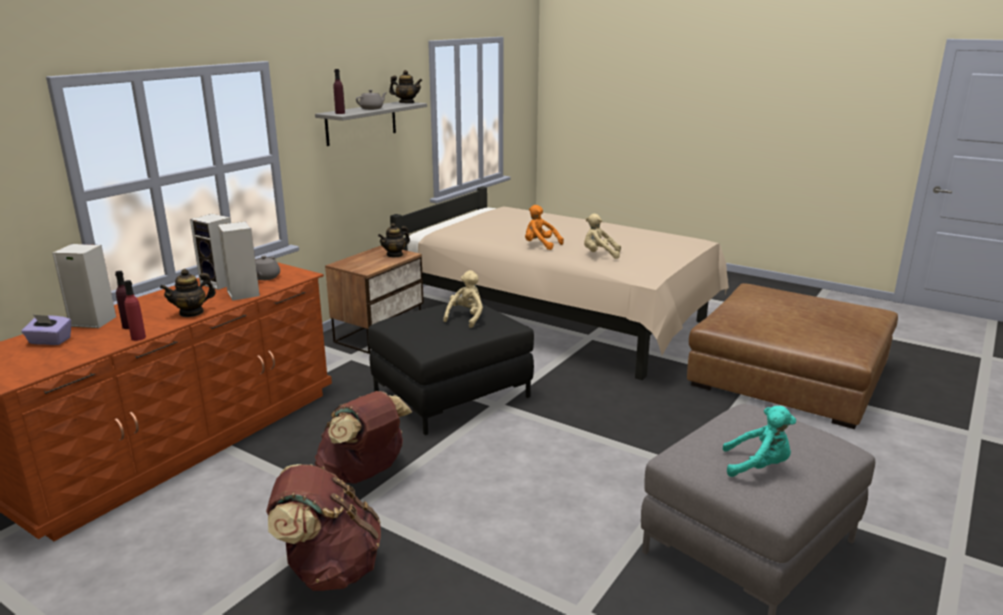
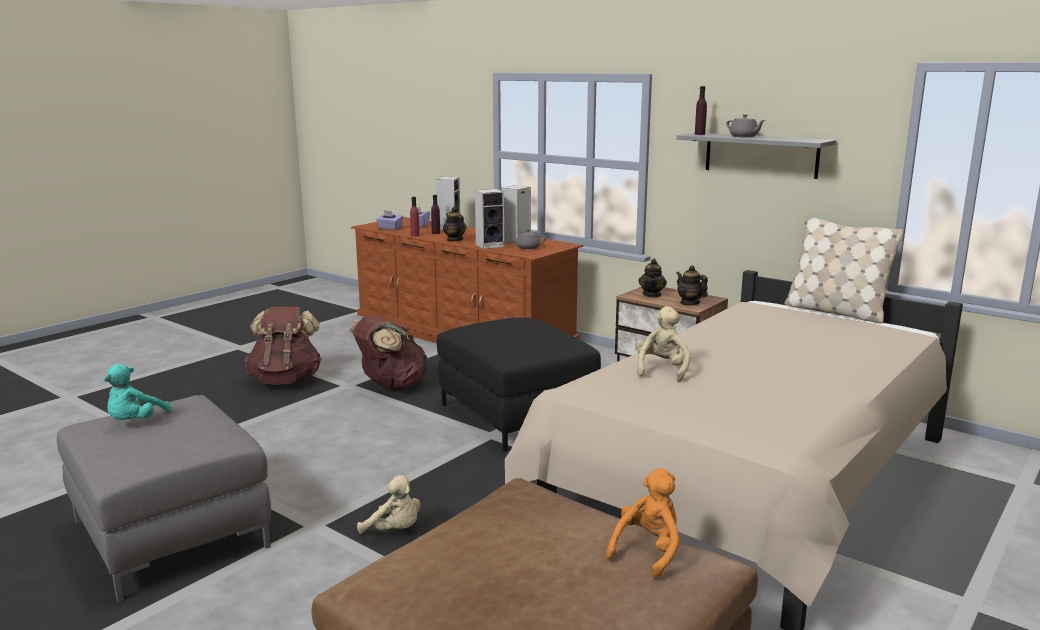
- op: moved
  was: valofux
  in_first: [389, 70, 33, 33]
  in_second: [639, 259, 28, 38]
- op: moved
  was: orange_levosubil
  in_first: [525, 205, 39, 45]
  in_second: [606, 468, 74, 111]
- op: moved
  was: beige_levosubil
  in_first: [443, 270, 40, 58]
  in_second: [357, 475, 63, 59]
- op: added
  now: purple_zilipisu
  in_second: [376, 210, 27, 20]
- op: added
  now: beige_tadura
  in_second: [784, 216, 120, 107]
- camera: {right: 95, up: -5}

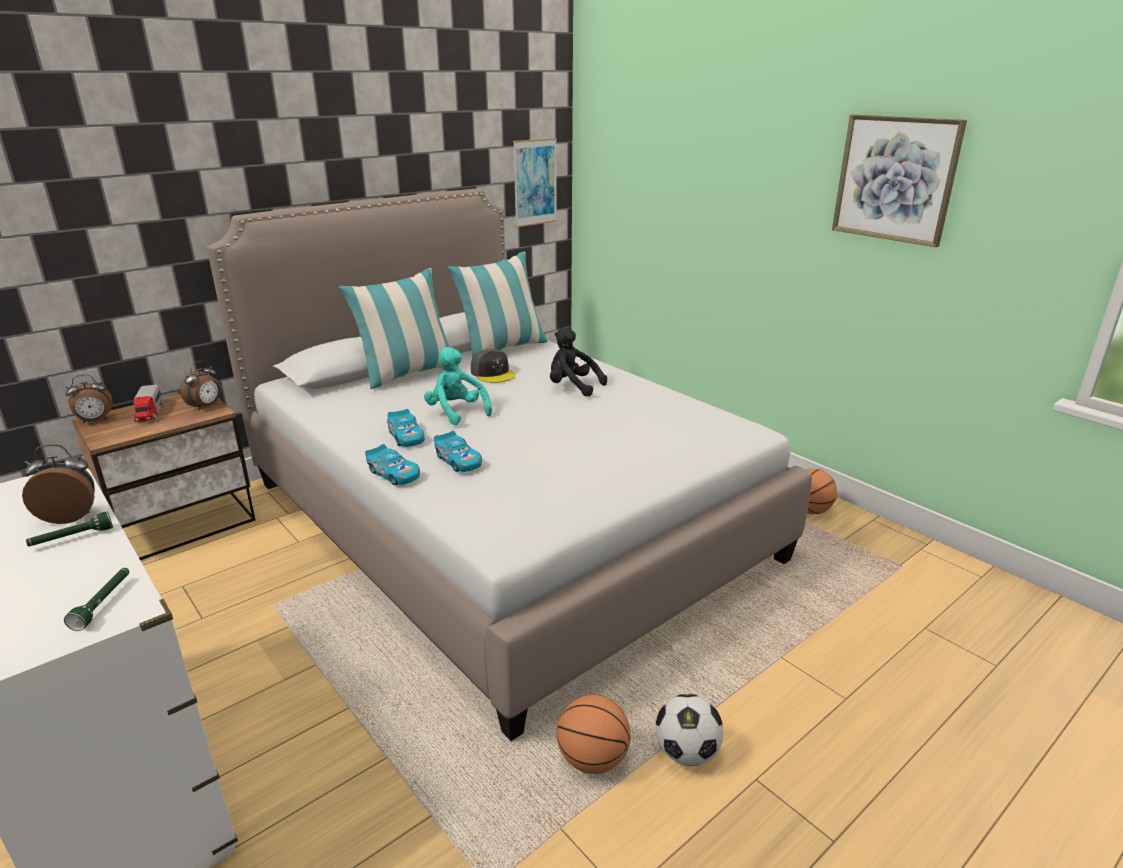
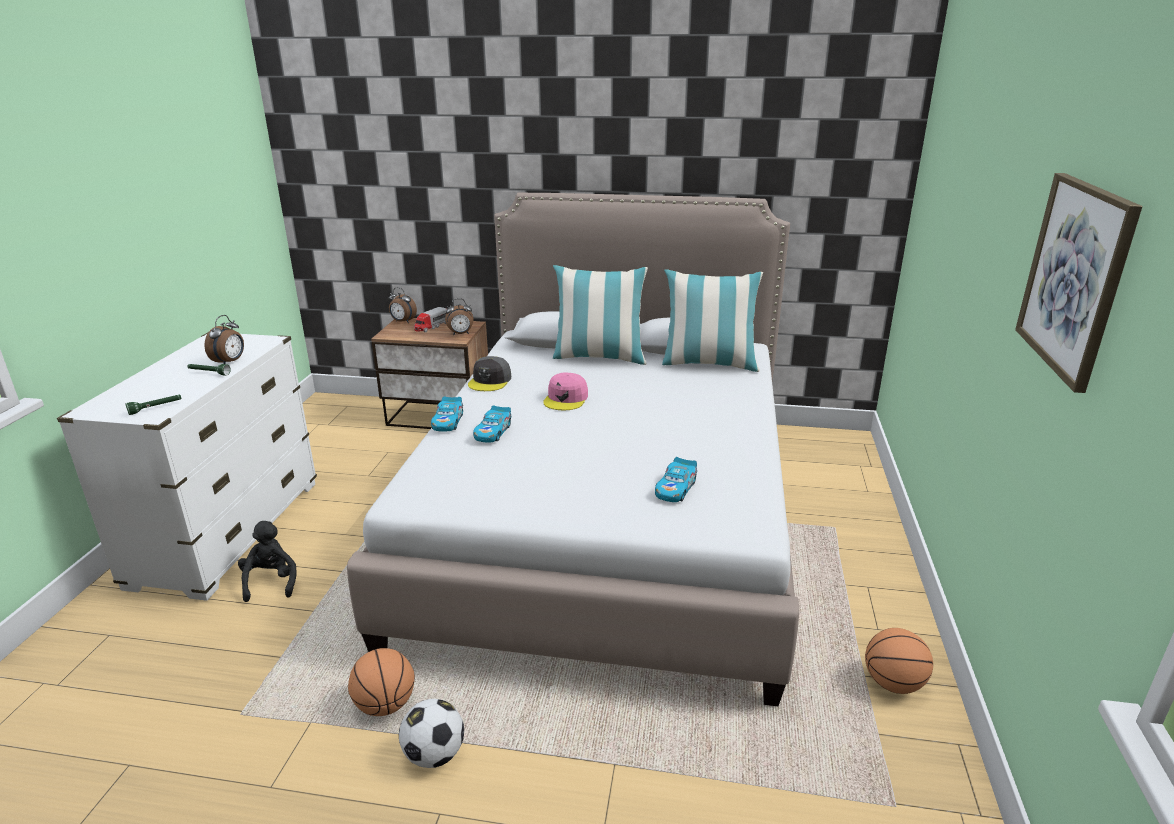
- op: removed
  was: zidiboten
  in_first: [513, 138, 44, 90]
- op: moved
  was: black_levosubil
  in_first: [550, 327, 57, 69]
  in_second: [238, 521, 58, 81]
- op: replaced
  was: turquoise_levosubil
  now: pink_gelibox
  in_first: [424, 347, 68, 78]
  in_second: [543, 373, 45, 37]
- op: moved
  was: grey_gelibox
  in_first: [471, 349, 44, 34]
  in_second: [468, 356, 43, 35]
- op: moved
  was: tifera
  in_first: [387, 409, 37, 38]
  in_second: [655, 457, 42, 45]
- op: turned
  was: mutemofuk
  in_first: [22, 444, 73, 80]
  in_second: [204, 315, 40, 49]
  clockwise: 75
- camera: {right: 50, up: 0}

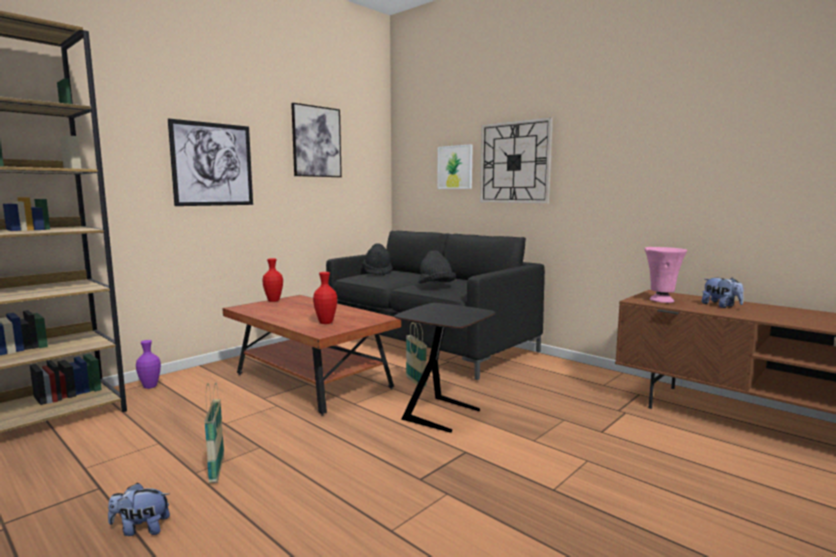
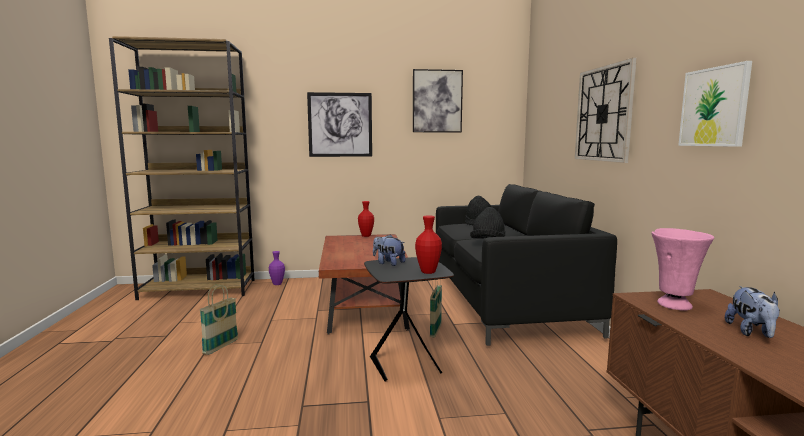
- op: moved
  was: zidiboten
  in_first: [437, 144, 36, 45]
  in_second: [678, 61, 74, 86]
- op: moved
  was: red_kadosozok
  in_first: [313, 272, 24, 52]
  in_second: [415, 215, 27, 59]
- op: moved
  was: levosubil
  in_first: [108, 483, 62, 53]
  in_second: [373, 234, 33, 32]
- camera: {right: 40, up: 0}

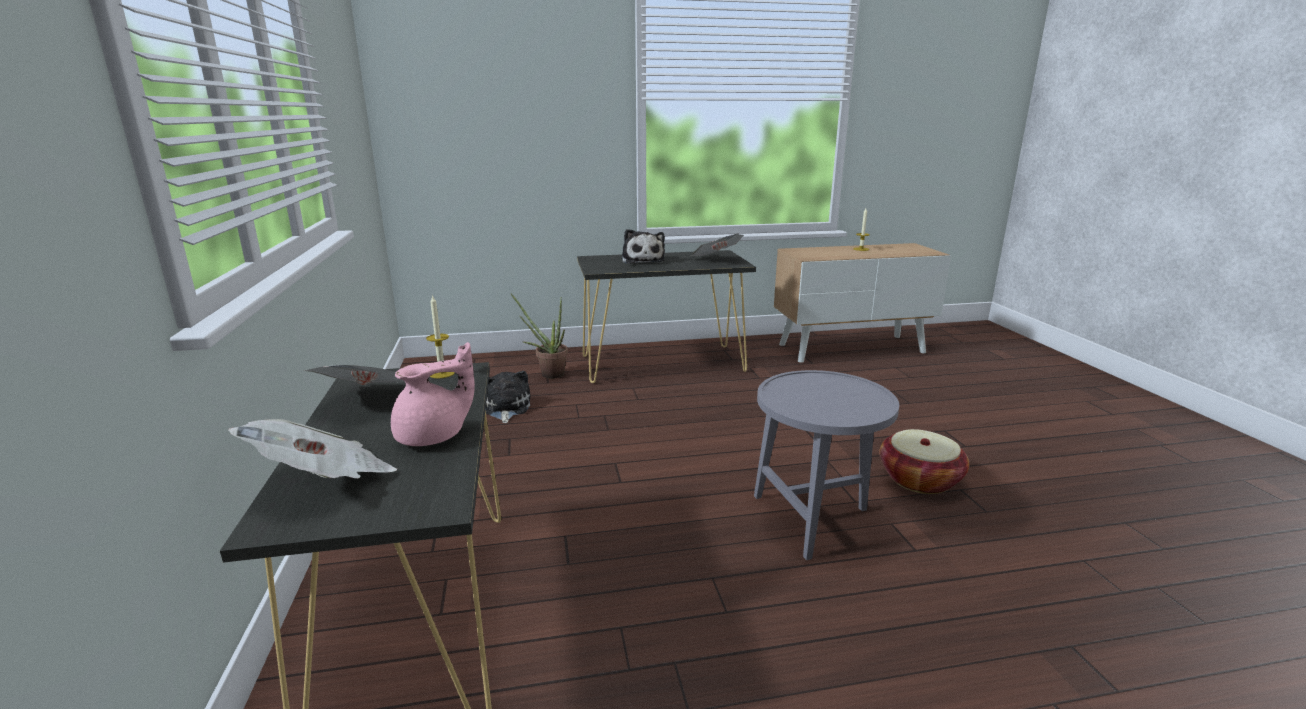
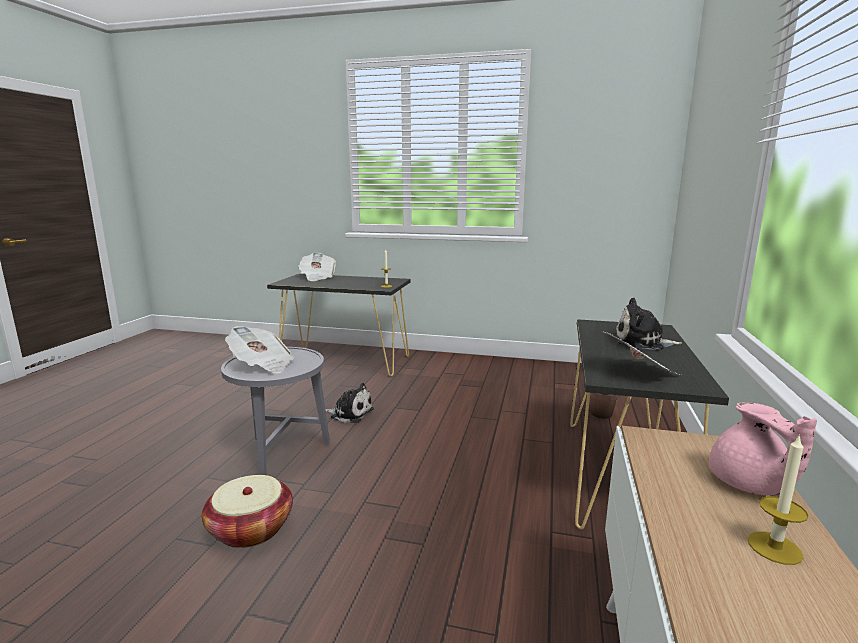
- op: moved
  was: pink_valofux
  in_first: [391, 342, 84, 104]
  in_second: [709, 402, 108, 94]
- op: moved
  was: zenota
  in_first: [305, 365, 100, 20]
  in_second: [225, 326, 69, 48]
- op: moved
  was: levosubil
  in_first: [485, 371, 45, 52]
  in_second: [326, 383, 48, 40]
- camera: {right: 115, up: -5}

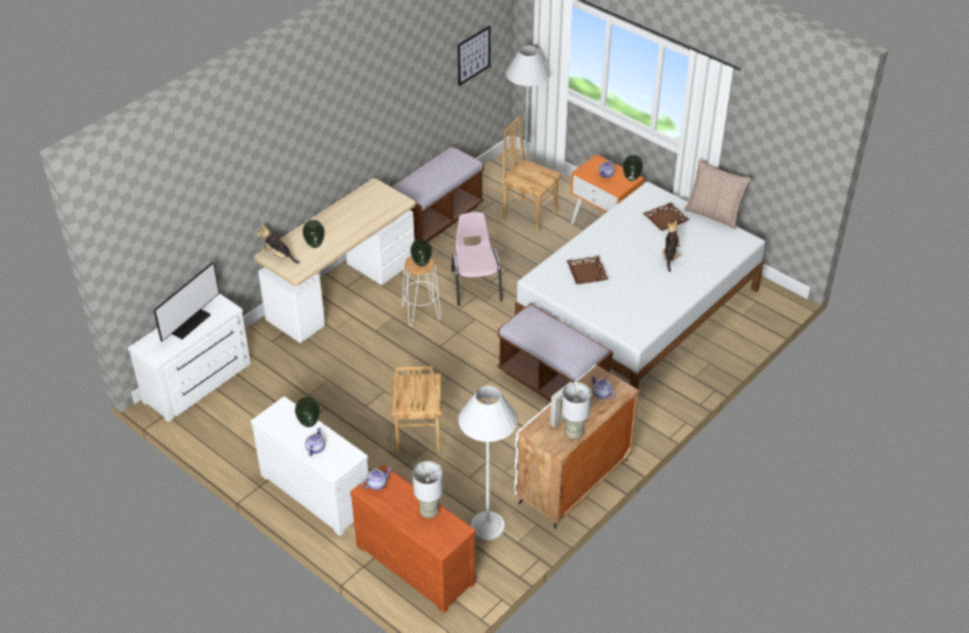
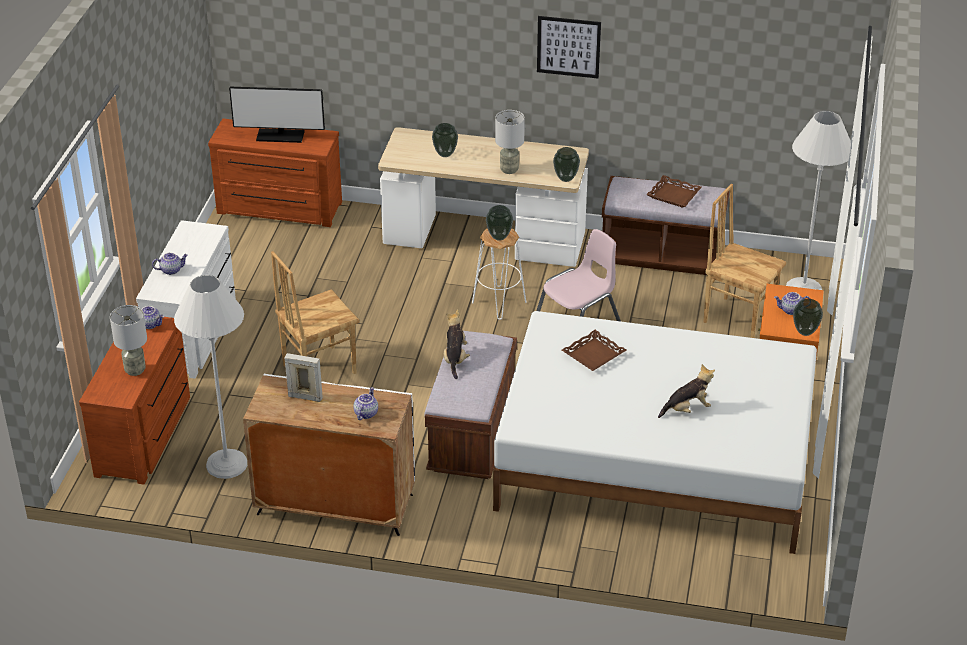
- op: moved
  was: zidiboten
  in_first: [458, 25, 33, 61]
  in_second: [537, 16, 64, 62]
- op: turned
  was: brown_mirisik
  in_first: [502, 116, 60, 116]
  in_second: [703, 184, 83, 154]
  clockwise: -60
- op: removed
  was: tadura
  in_first: [684, 160, 67, 69]
- op: moved
  was: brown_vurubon
  in_first: [643, 202, 47, 29]
  in_second: [646, 175, 56, 33]
- op: moved
  was: levosubil
  in_first: [257, 224, 42, 40]
  in_second: [444, 309, 26, 70]
- op: recoloured
  was: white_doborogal
  now: brown_doborogal
  in_first: [128, 294, 123, 128]
  in_second: [208, 119, 134, 108]
- op: moved
  was: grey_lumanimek
  in_first: [561, 382, 30, 58]
  in_second: [495, 110, 30, 64]
- op: moved
  was: kadosozok
  in_first: [295, 397, 25, 30]
  in_second: [553, 147, 27, 35]
- camera: {right: 60, up: -5}

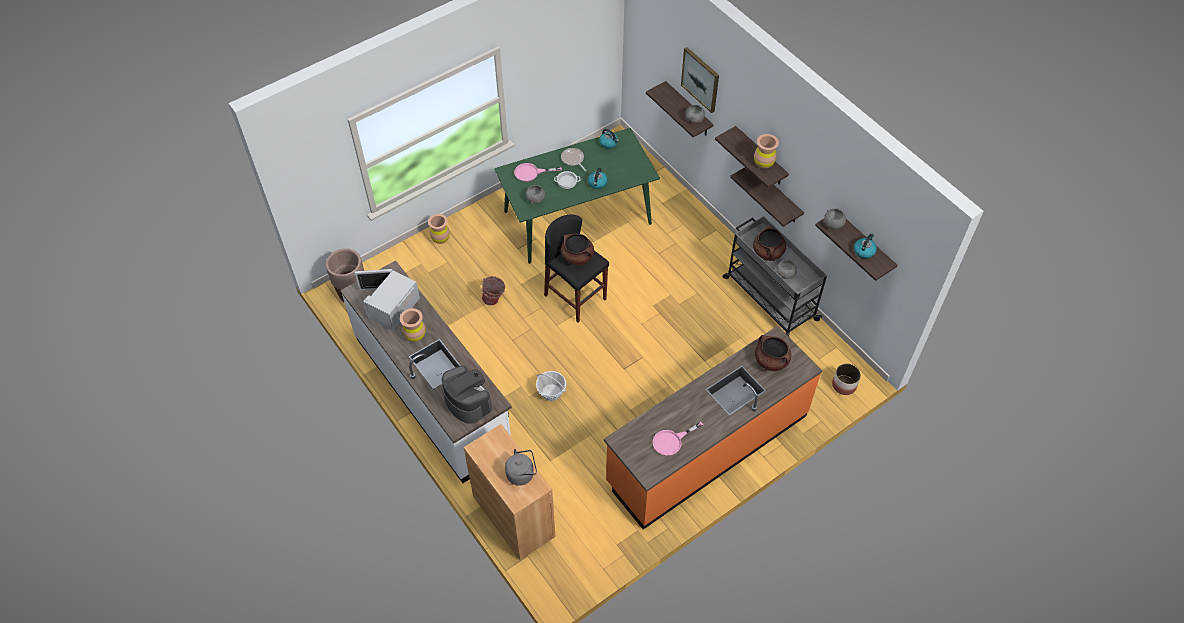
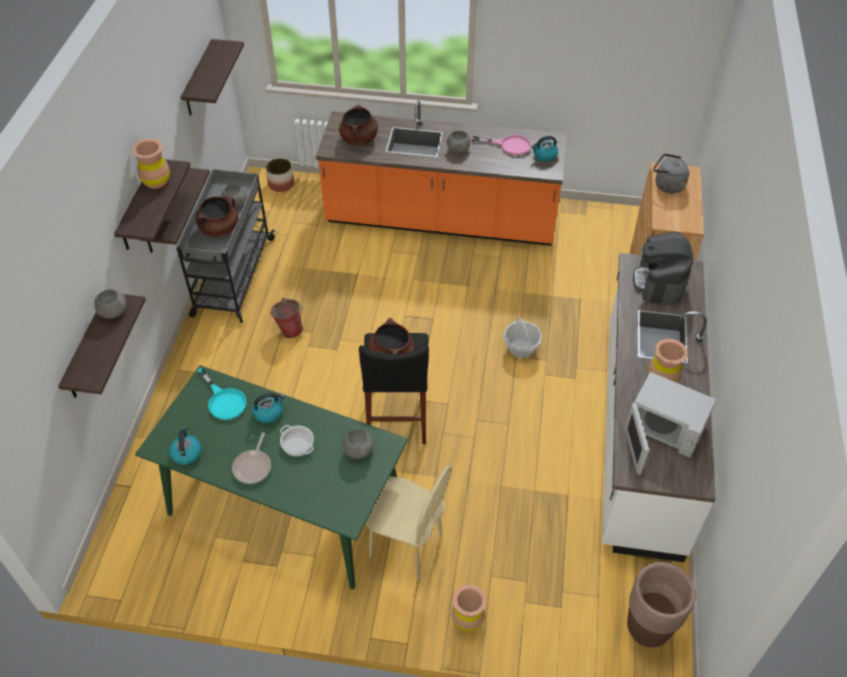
- op: removed
  was: zidiboten
  in_first: [681, 47, 38, 66]
- op: removed
  was: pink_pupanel
  in_first: [514, 163, 48, 19]
- op: moved
  was: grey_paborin
  in_first: [823, 208, 23, 21]
  in_second: [447, 131, 24, 22]
- op: moved
  was: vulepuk
  in_first: [854, 233, 23, 26]
  in_second: [531, 136, 27, 26]
- op: turned
  was: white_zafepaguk
  in_first: [355, 269, 65, 62]
  in_second: [625, 372, 91, 103]
  clockwise: 45
- op: moved
  was: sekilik
  in_first: [481, 276, 24, 30]
  in_second: [270, 298, 33, 40]
- op: added
  now: turquoise_pupanel
  in_second: [197, 368, 50, 52]
- op: added
  now: beige_mirisik
  in_second: [365, 465, 87, 115]
- camera: {right: -135, up: -5}

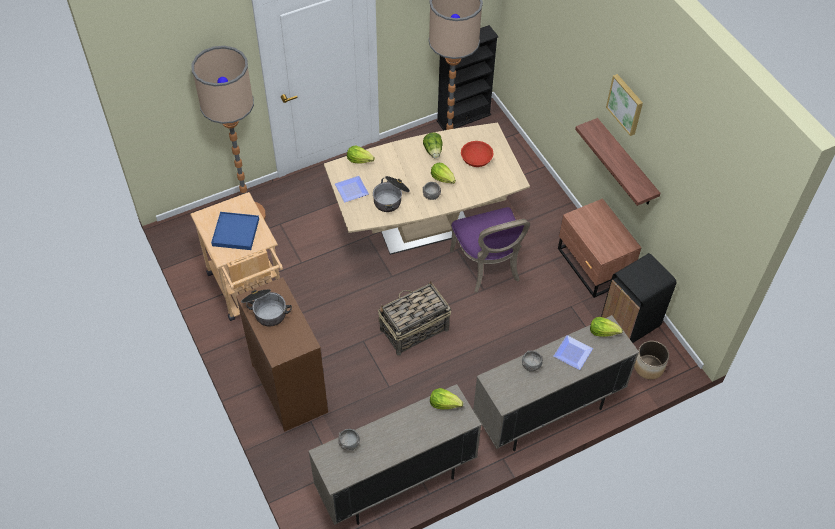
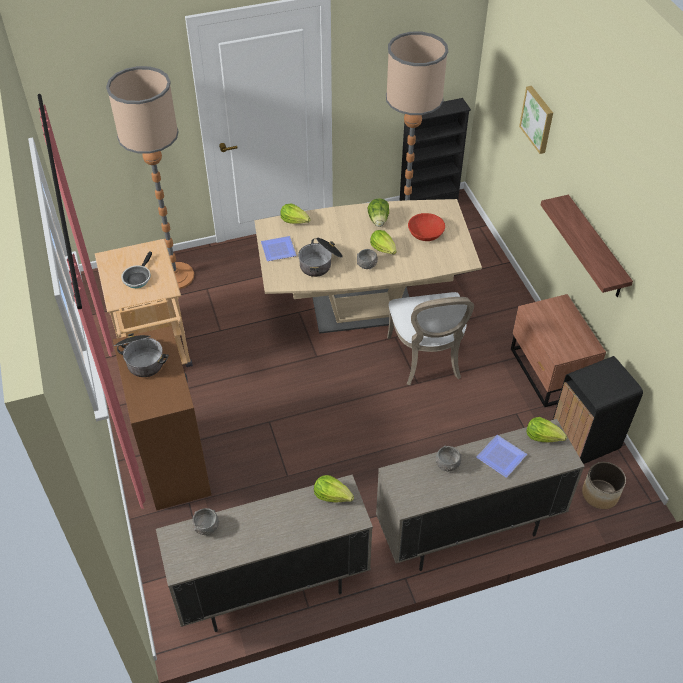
- op: moved
  was: zidiboten
  in_first: [606, 74, 37, 62]
  in_second: [519, 86, 34, 68]
- op: recoloured
  was: purple_mirisik
  now: white_mirisik
  in_first: [450, 207, 80, 86]
  in_second: [387, 292, 87, 93]
- op: replaced
  was: blue_vurubon
  now: pupanel
  in_first: [211, 212, 48, 38]
  in_second: [121, 251, 31, 37]
- op: removed
  was: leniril
  in_first: [378, 281, 73, 74]
- camera: {right: 10, up: -5}

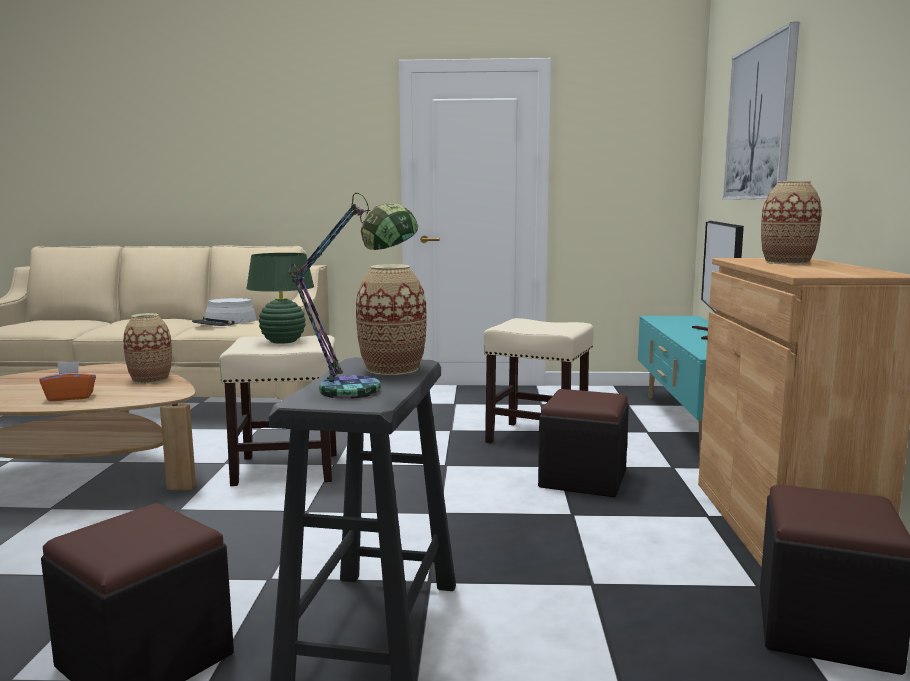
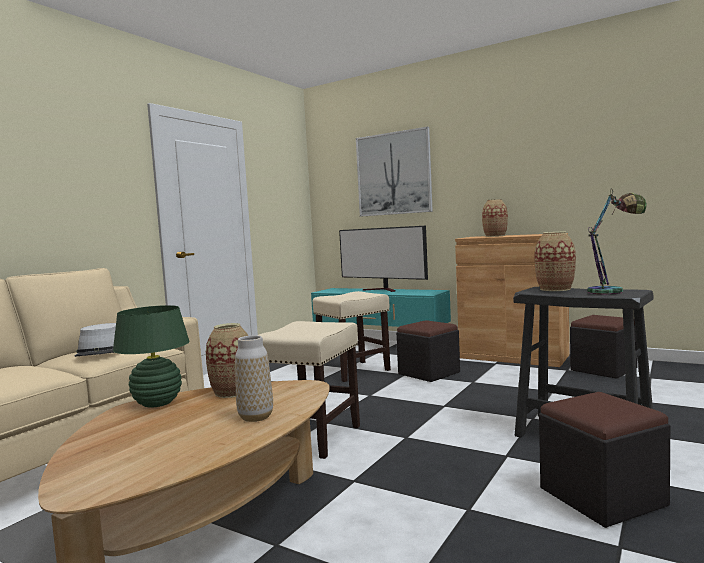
- op: moved
  was: green_lumanimek
  in_first: [246, 253, 68, 91]
  in_second: [113, 305, 77, 103]
- op: replaced
  was: orange_zilipisu
  now: kadosozok
  in_first: [40, 361, 56, 40]
  in_second: [235, 335, 38, 87]
- camera: {right: -60, up: -5}

